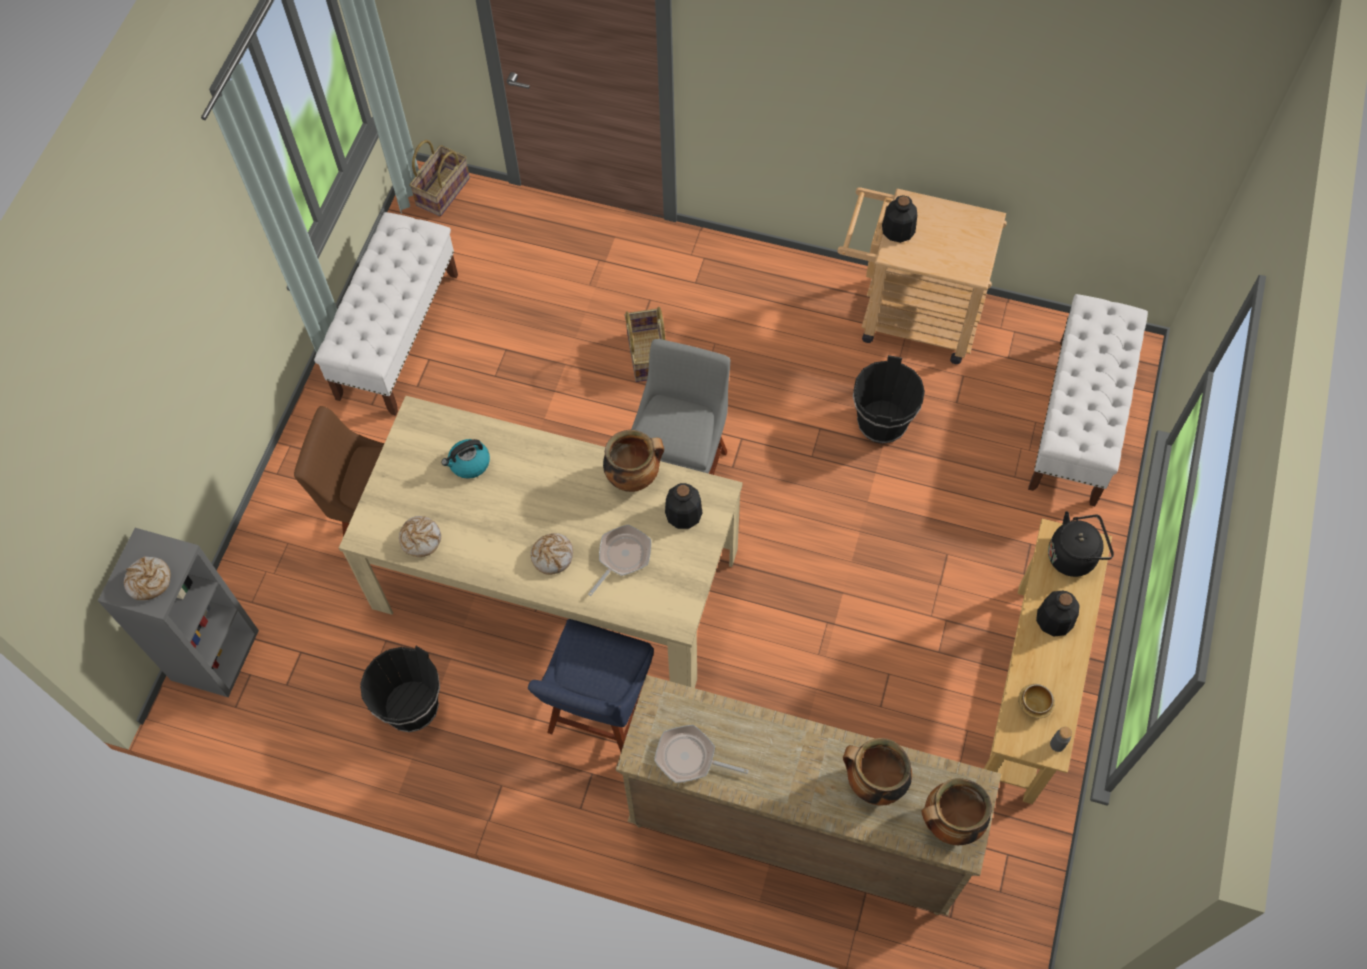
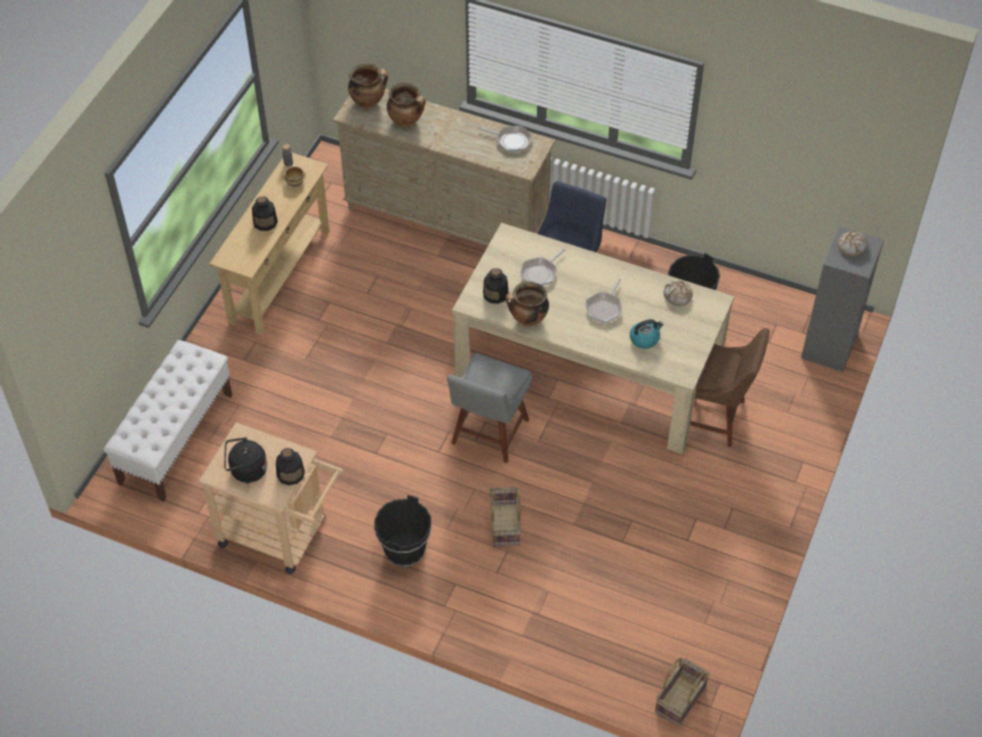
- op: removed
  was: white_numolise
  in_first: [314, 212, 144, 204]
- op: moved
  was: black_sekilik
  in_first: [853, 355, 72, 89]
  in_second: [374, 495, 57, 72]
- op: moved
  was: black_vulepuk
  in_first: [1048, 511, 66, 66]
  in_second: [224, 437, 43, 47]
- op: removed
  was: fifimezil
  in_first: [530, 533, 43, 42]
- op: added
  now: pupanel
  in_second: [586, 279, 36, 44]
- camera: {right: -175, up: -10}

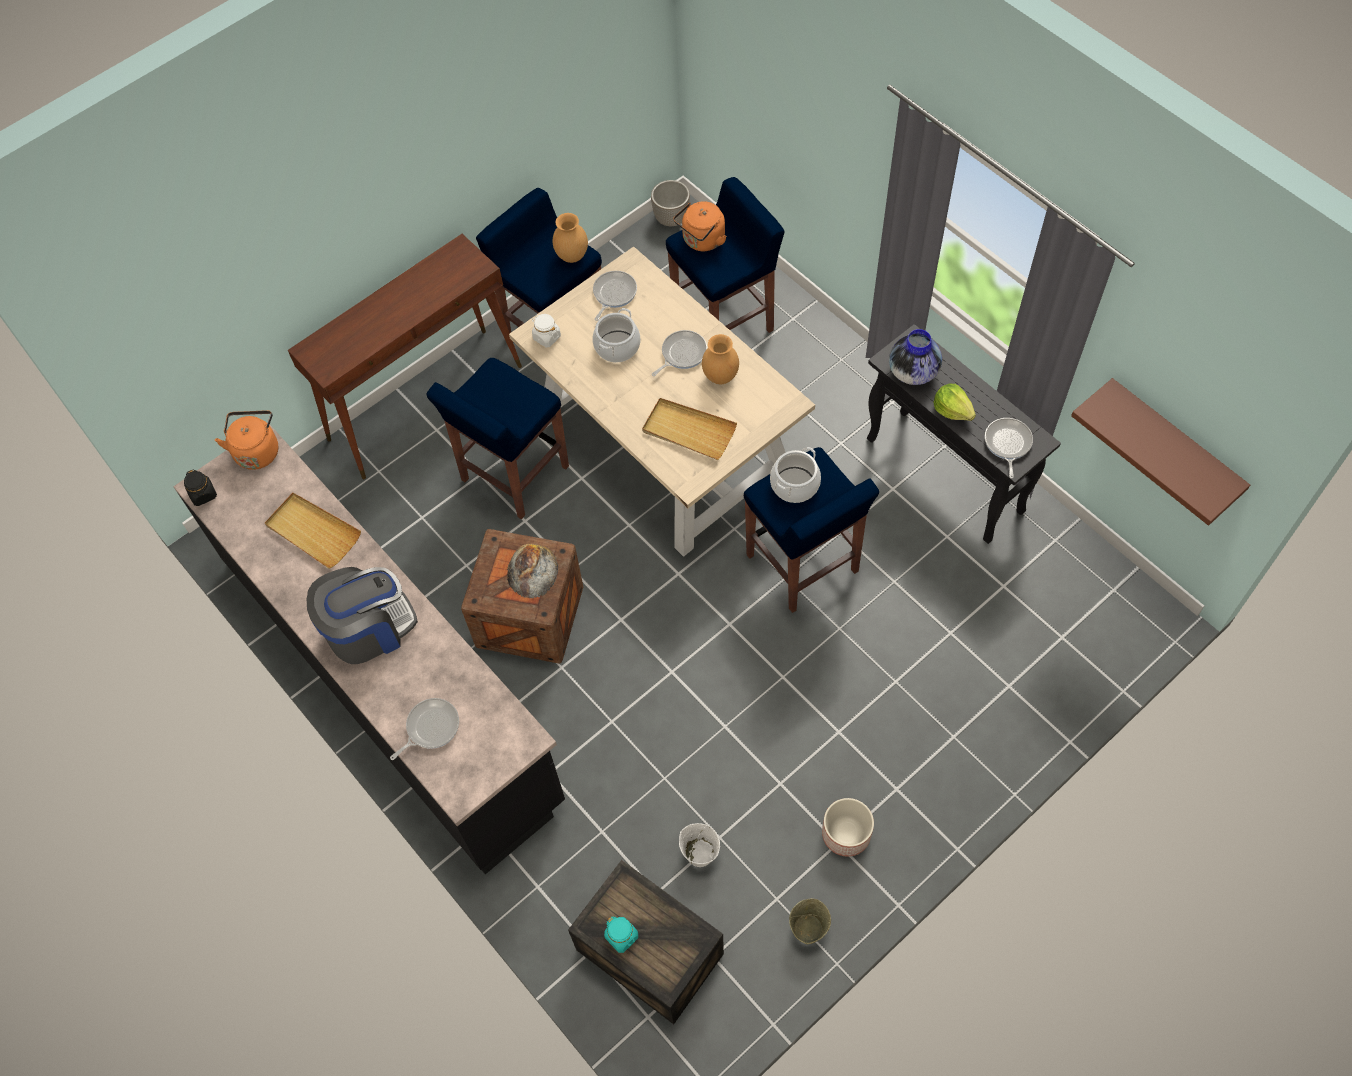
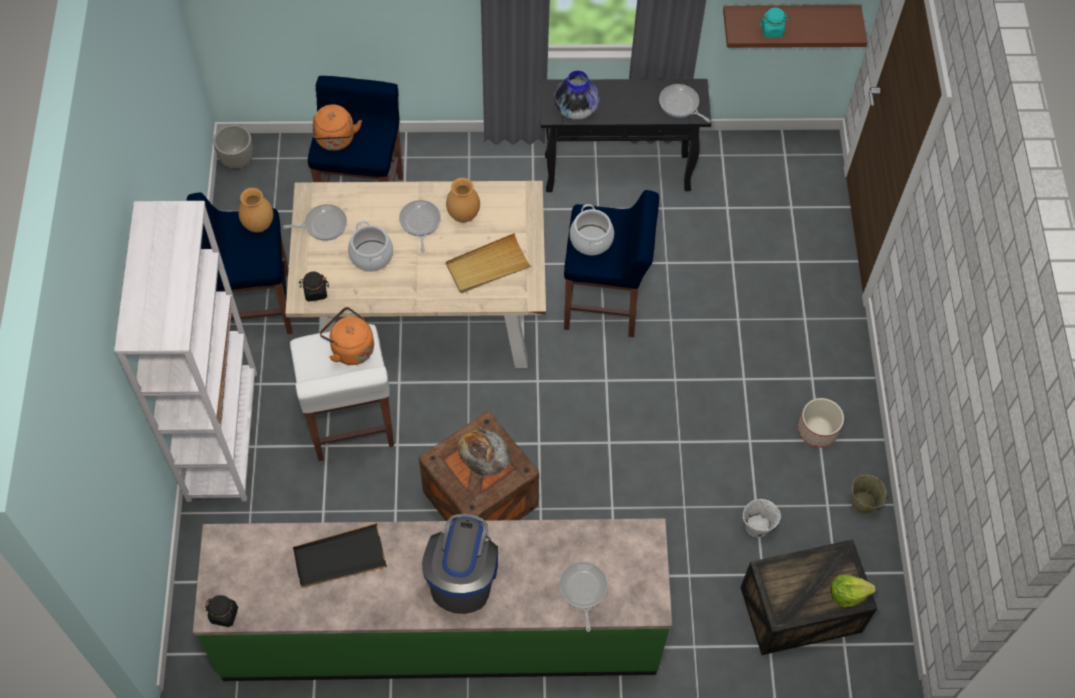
- op: replaced
  was: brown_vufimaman
  now: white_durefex
  in_first: [288, 234, 234, 245]
  in_second: [114, 201, 143, 301]
- op: turned
  was: pupanel
  in_first: [593, 271, 44, 50]
  in_second: [283, 204, 64, 37]
  clockwise: 105
- op: recoloured
  was: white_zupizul
  now: black_zupizul
  in_first: [532, 314, 29, 34]
  in_second: [299, 271, 30, 30]
- op: recoloured
  was: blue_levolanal
  now: white_levolanal
  in_first: [427, 358, 142, 161]
  in_second: [290, 324, 104, 137]
- op: moved
  was: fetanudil
  in_first: [933, 384, 43, 37]
  in_second: [831, 574, 45, 33]
- op: moved
  was: orange_vulepuk
  in_first: [215, 410, 63, 60]
  in_second: [320, 307, 54, 58]
- op: recoloured
  was: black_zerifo
  now: green_zerifo
  in_first: [174, 425, 391, 449]
  in_second: [193, 518, 479, 163]
- op: recoloured
  was: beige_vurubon
  now: black_vurubon
  in_first: [265, 493, 96, 76]
  in_second: [293, 523, 94, 65]
- op: moved
  was: turquoise_zupizul
  in_first: [604, 917, 34, 36]
  in_second: [760, 7, 29, 31]
- camera: {right: -55, up: 0}

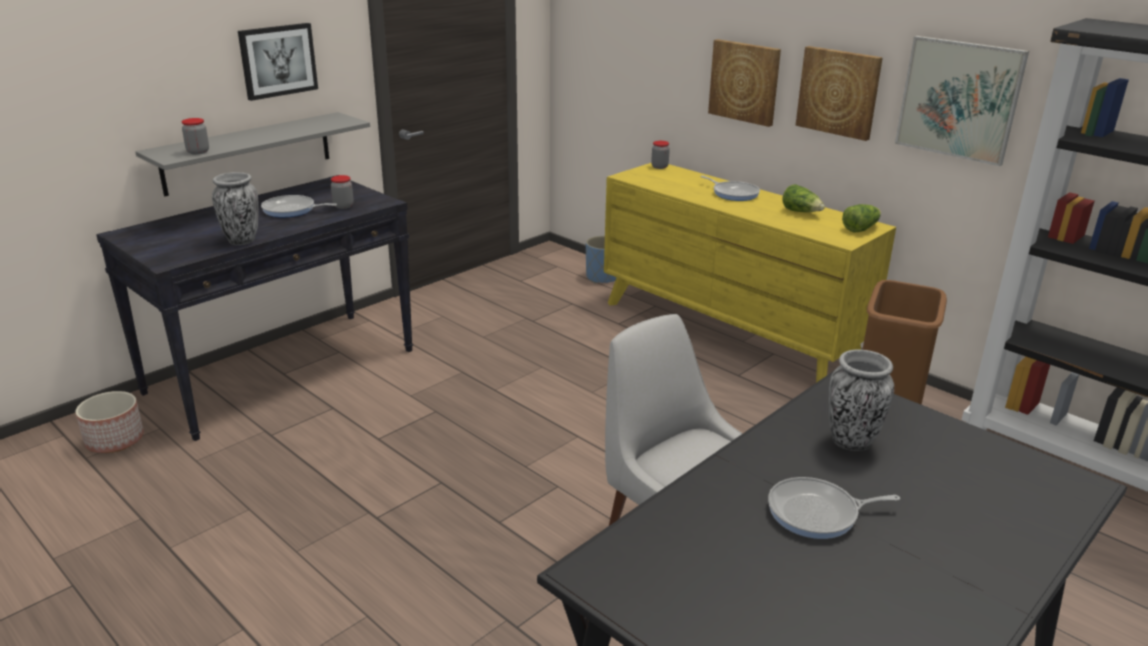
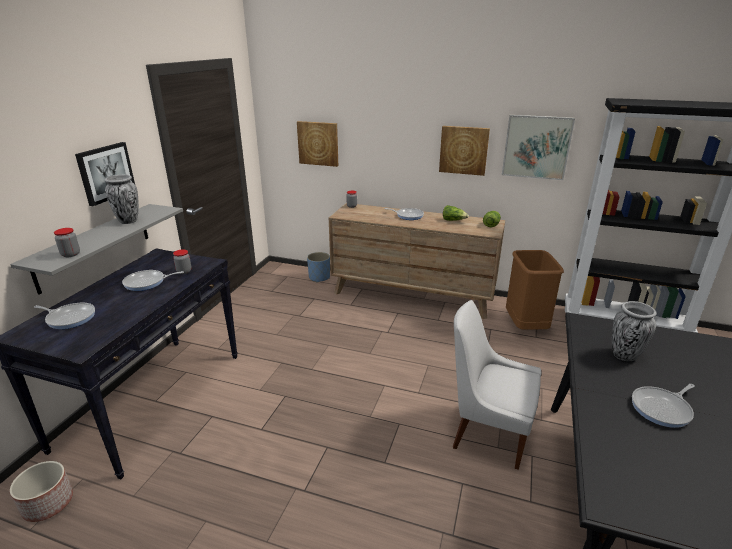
- op: moved
  was: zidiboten
  in_first: [708, 39, 73, 88]
  in_second: [297, 121, 41, 46]
- op: recoloured
  was: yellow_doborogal
  now: brown_doborogal
  in_first: [604, 163, 292, 220]
  in_second: [329, 203, 176, 116]
- op: moved
  was: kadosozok
  in_first: [212, 172, 46, 73]
  in_second: [105, 175, 34, 49]
- op: added
  now: pupanel
  in_second: [34, 303, 61, 26]
- camera: {right: -25, up: 0}

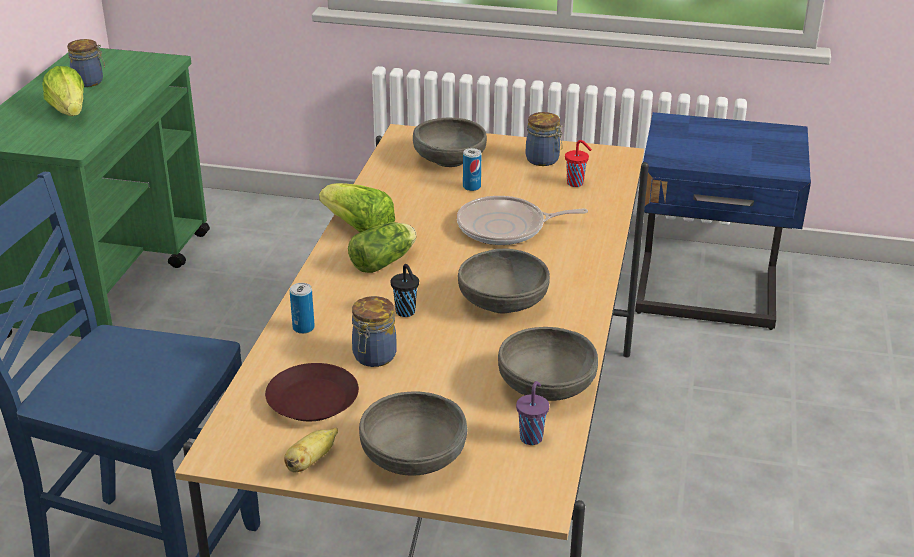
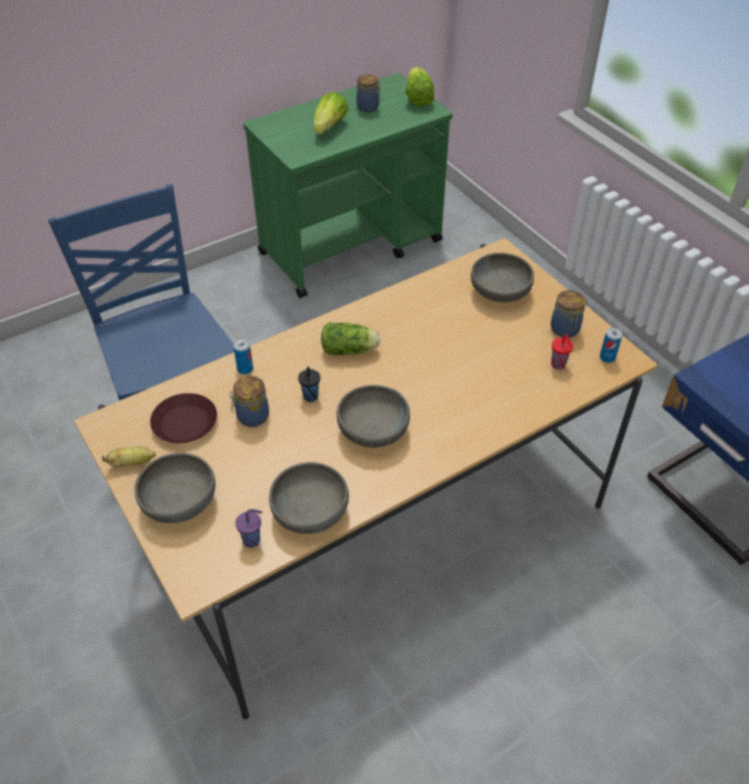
- op: moved
  was: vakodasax
  in_first: [463, 148, 18, 43]
  in_second: [600, 328, 22, 35]
- op: moved
  was: fetanudil
  in_first: [319, 183, 76, 50]
  in_second: [405, 67, 29, 40]
- op: removed
  was: pupanel
  in_first: [457, 196, 131, 49]
- camera: {right: 45, up: 15}

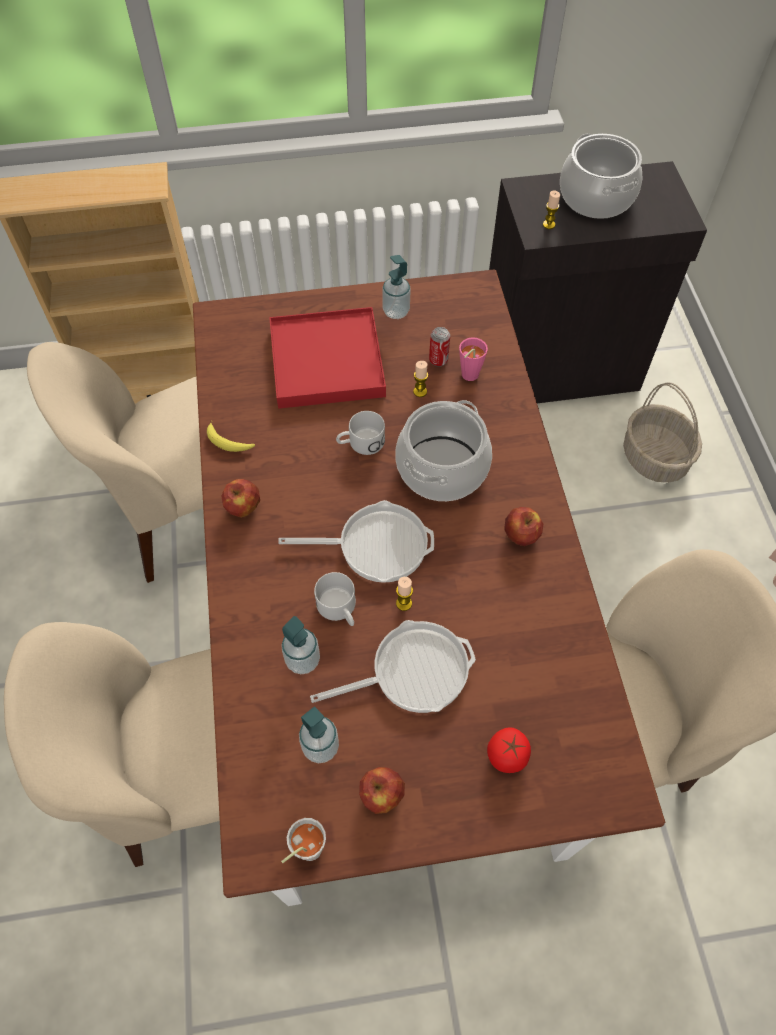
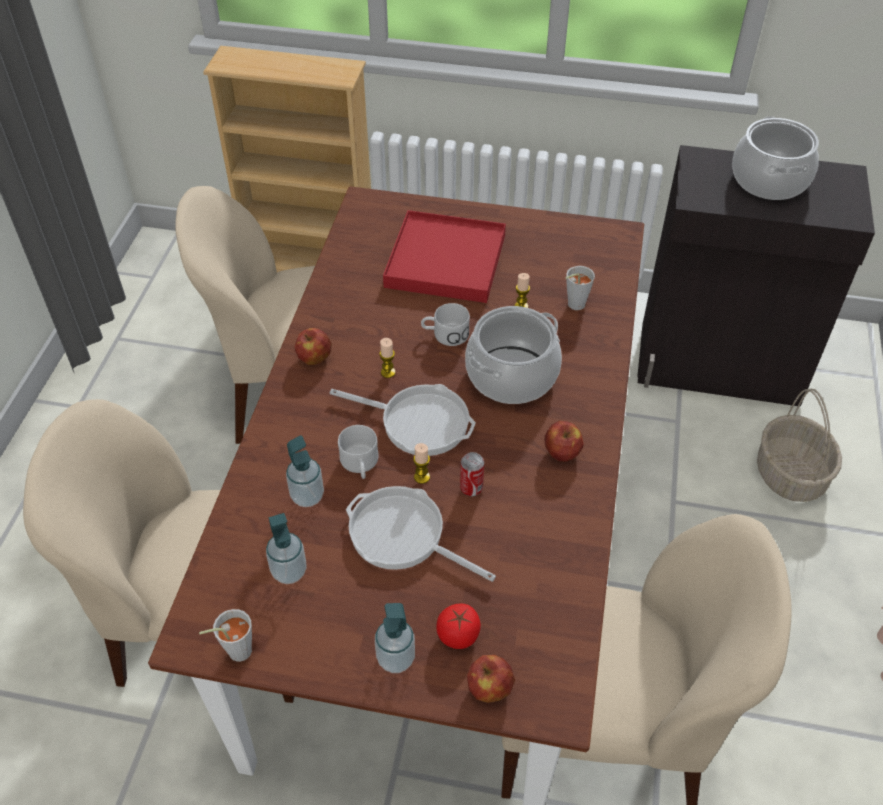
- op: moved
  was: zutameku
  in_first: [543, 190, 17, 39]
  in_second: [379, 338, 16, 40]
- op: moved
  was: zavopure
  in_first: [382, 255, 29, 64]
  in_second: [375, 603, 40, 70]
- op: moved
  was: vakodasax
  in_first: [429, 327, 21, 40]
  in_second: [460, 452, 24, 44]
- op: recoloured
  was: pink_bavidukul
  now: grey_bavidukul
  in_first: [459, 337, 29, 44]
  in_second: [565, 266, 30, 44]
- op: removed
  was: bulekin
  in_first: [207, 420, 48, 32]
- op: turned
  was: pupanel
  in_first: [310, 620, 166, 93]
  in_second: [346, 486, 150, 96]
  clockwise: -150
- op: moved
  was: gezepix
  in_first: [359, 767, 46, 47]
  in_second: [467, 655, 48, 48]
- camera: {right: 20, up: -10}

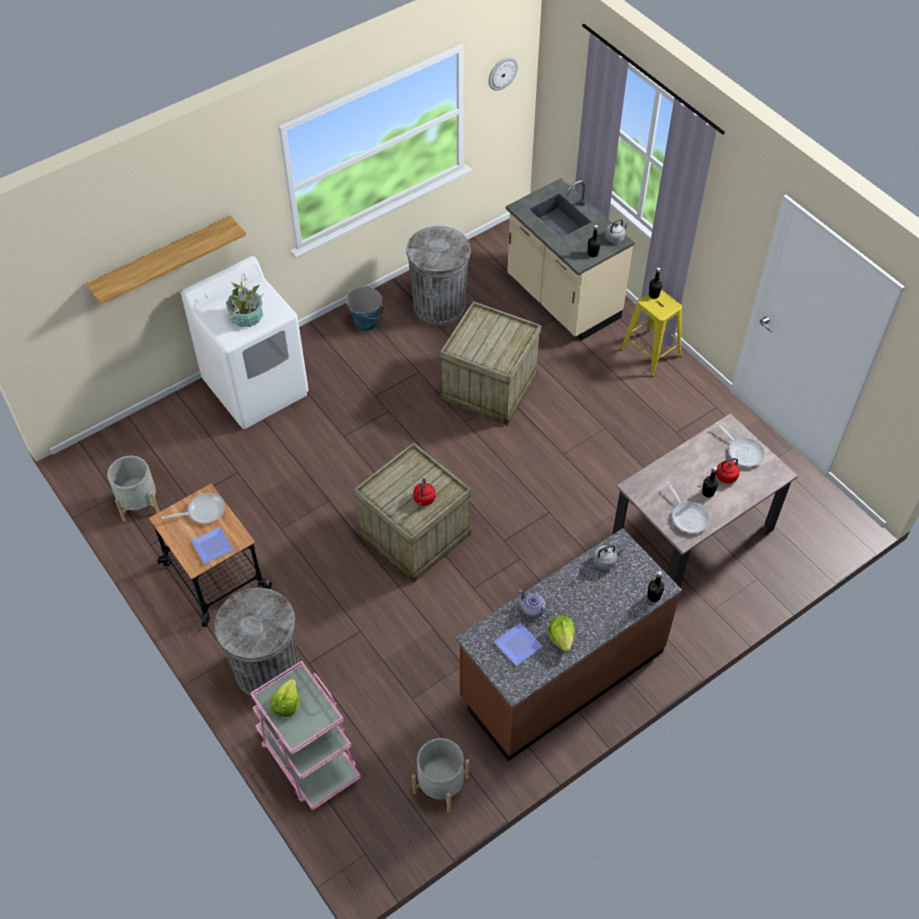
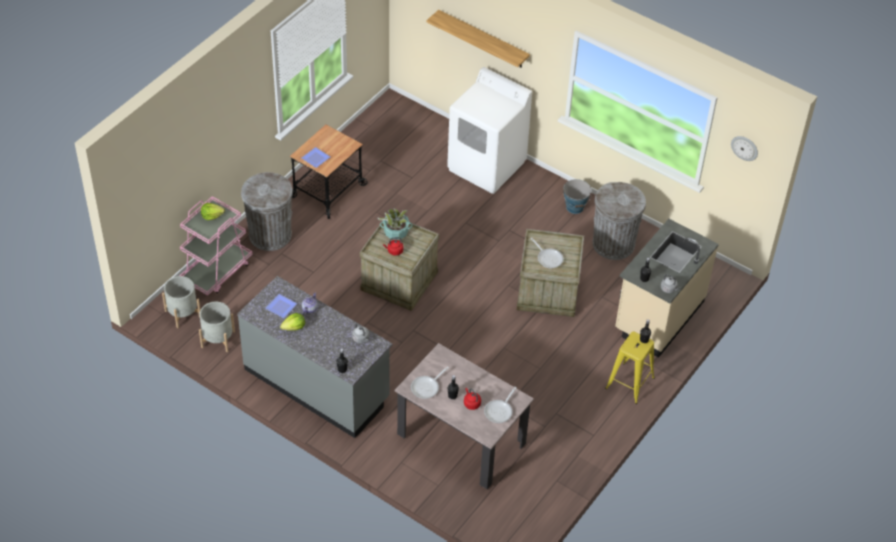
- op: moved
  was: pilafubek
  in_first: [226, 281, 37, 46]
  in_second: [378, 208, 35, 32]
- op: moved
  was: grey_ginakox
  in_first: [107, 456, 52, 66]
  in_second: [162, 276, 38, 52]
- op: moved
  was: pupanel
  in_first: [162, 493, 63, 31]
  in_second: [530, 238, 33, 31]
- op: recoloured
  was: brown_zerifo
  now: grey_zerifo
  in_first: [455, 528, 227, 233]
  in_second: [237, 276, 156, 162]
- camera: {right: 70, up: -5}

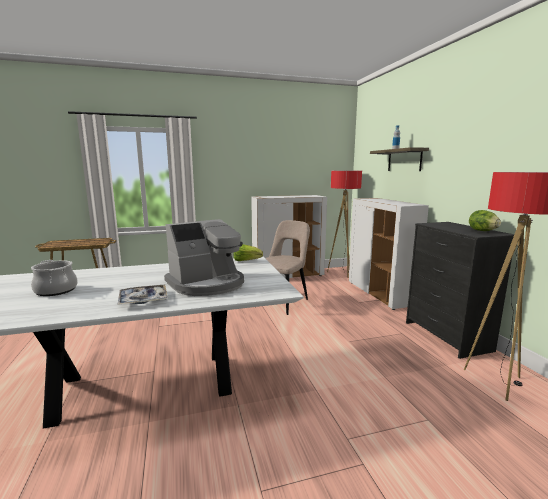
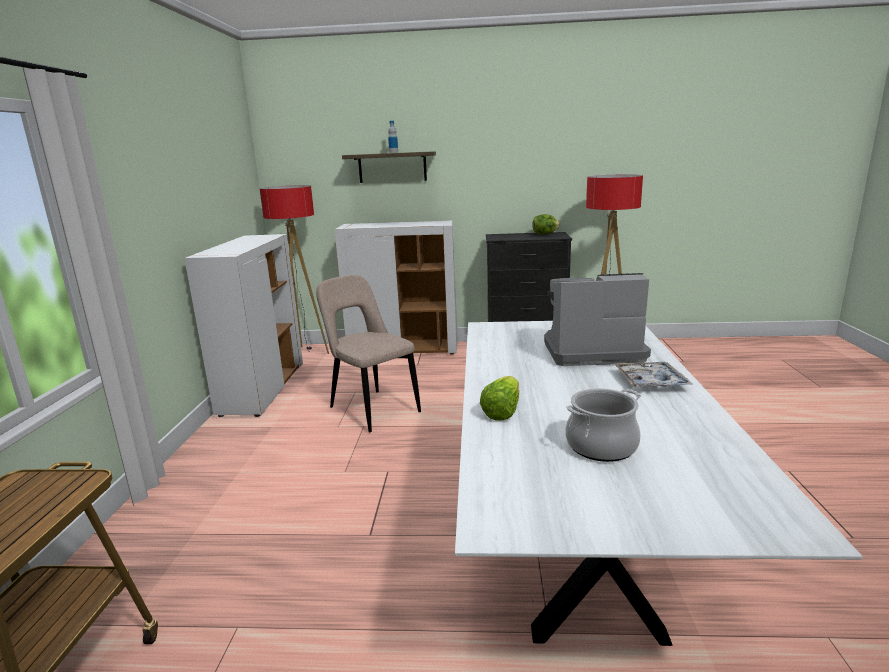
- op: turned
  was: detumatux
  in_first: [164, 219, 80, 77]
  in_second: [544, 273, 107, 93]
  clockwise: -75
- op: moved
  was: fetanudil
  in_first: [234, 244, 29, 17]
  in_second: [480, 376, 39, 45]
- camera: {right: -70, up: 5}

